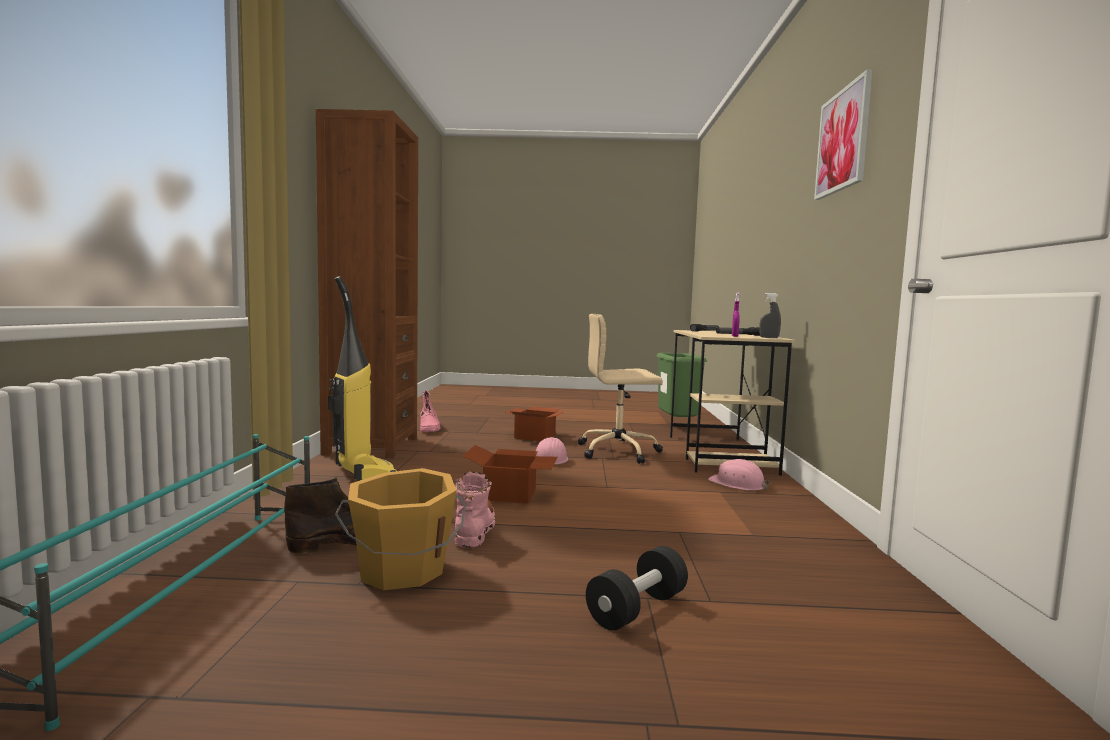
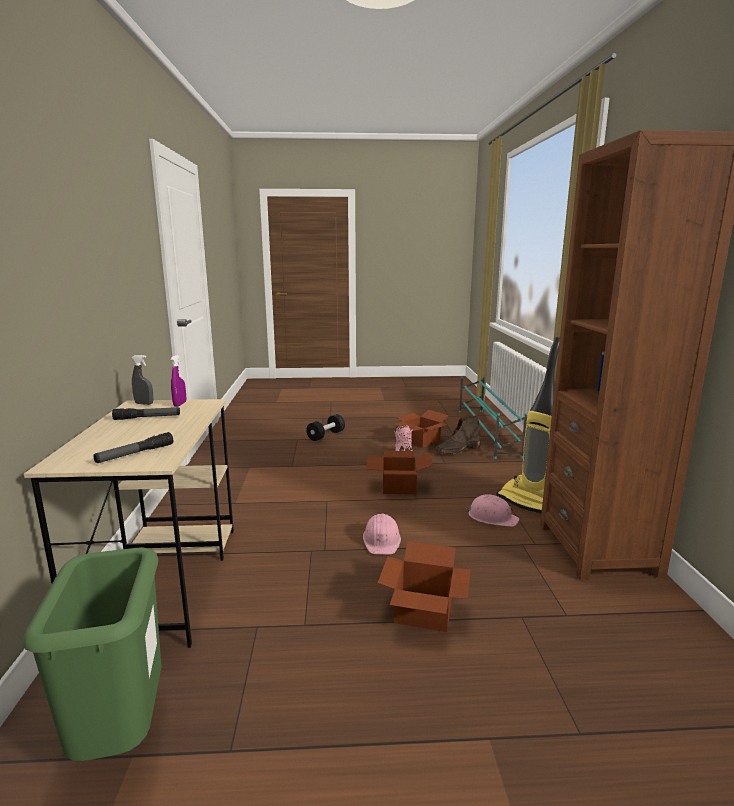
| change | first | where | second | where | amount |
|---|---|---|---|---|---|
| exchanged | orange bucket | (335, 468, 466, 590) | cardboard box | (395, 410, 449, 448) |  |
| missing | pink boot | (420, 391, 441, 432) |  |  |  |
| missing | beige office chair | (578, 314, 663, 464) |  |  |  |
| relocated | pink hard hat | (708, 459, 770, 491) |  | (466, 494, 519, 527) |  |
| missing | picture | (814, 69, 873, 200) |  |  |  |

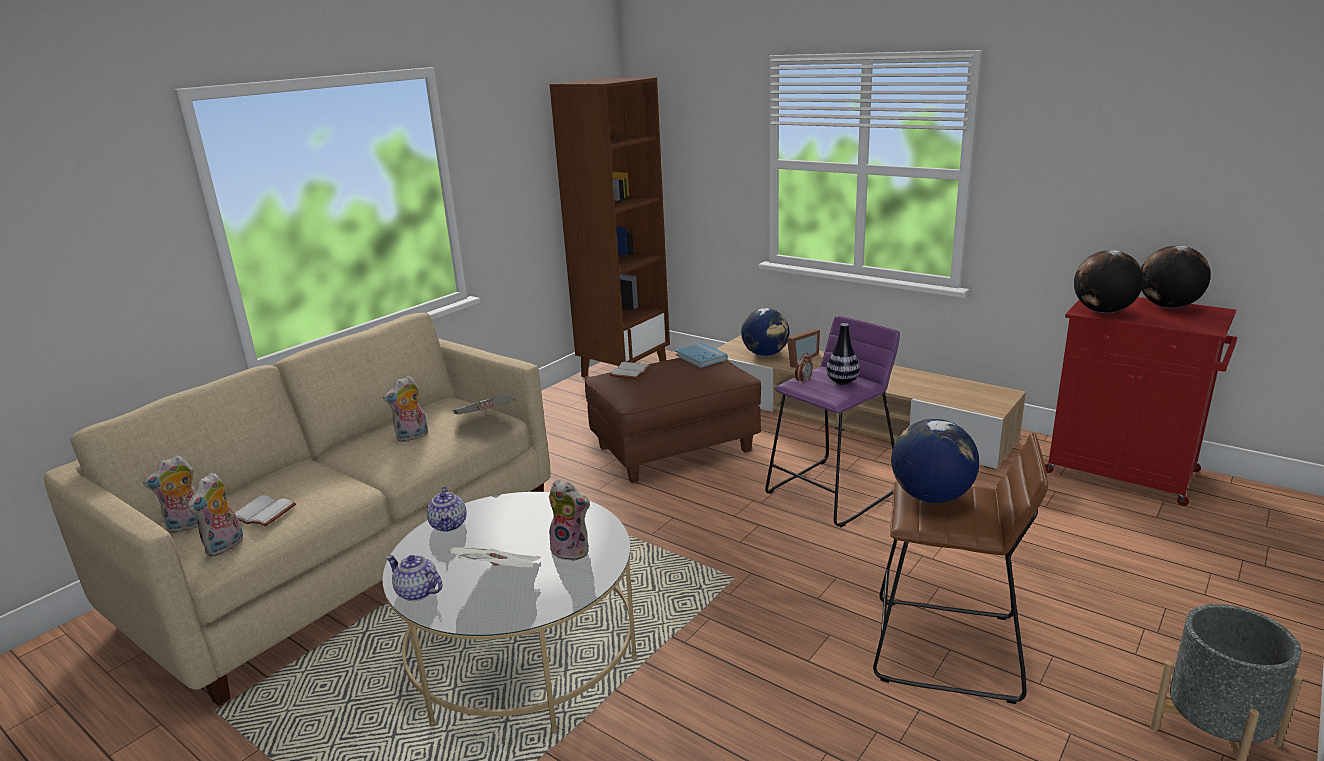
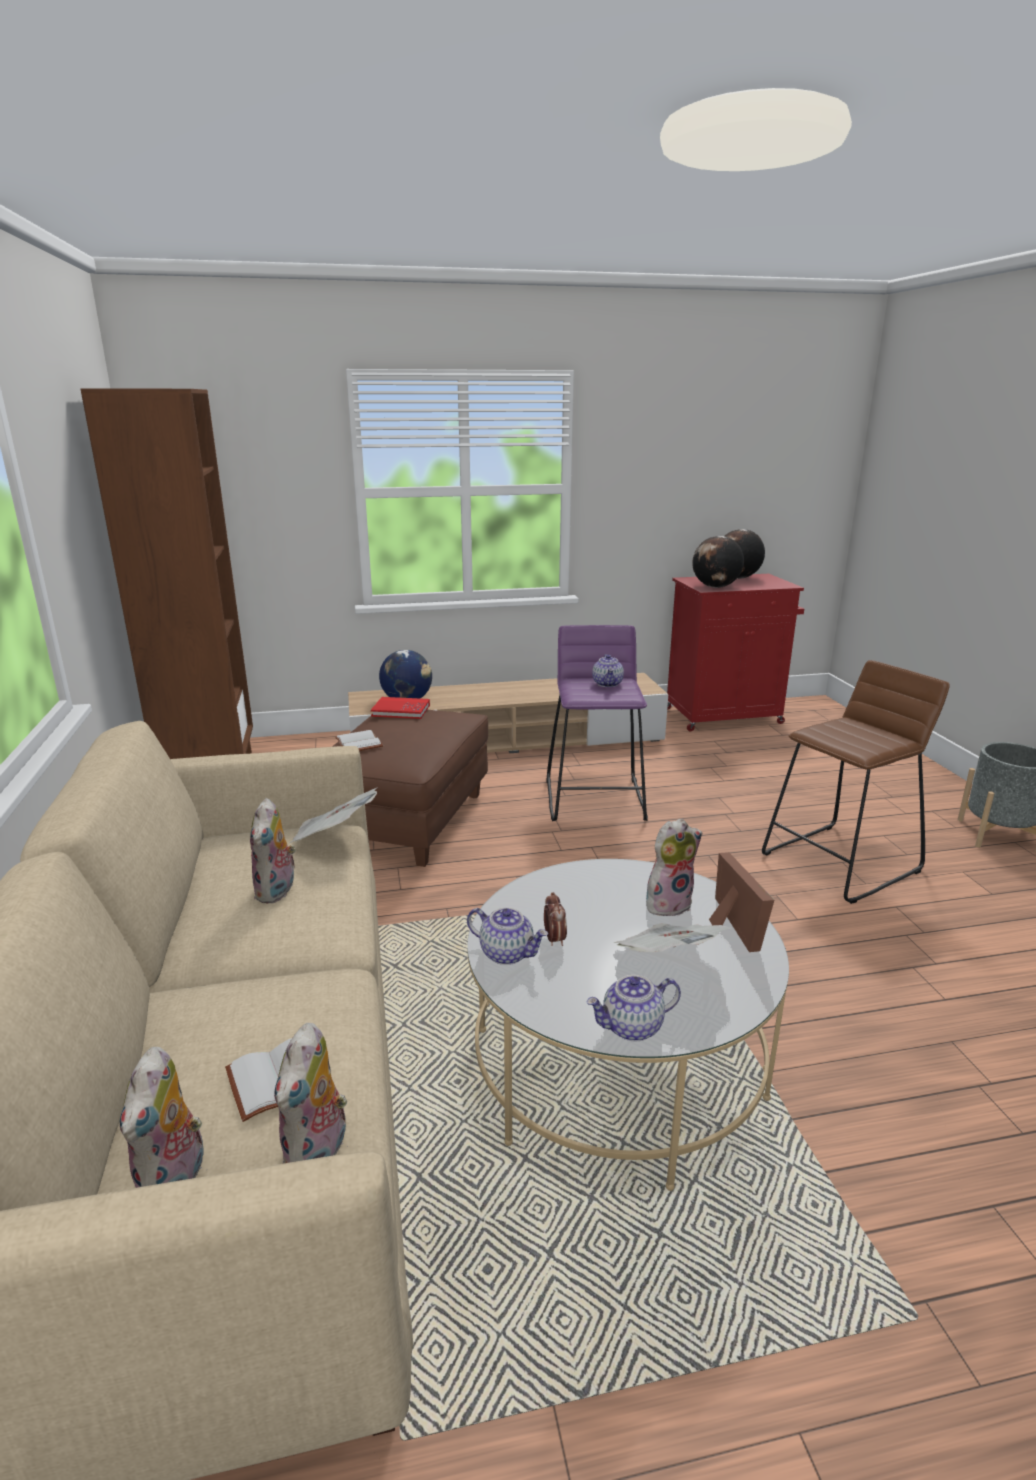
| change | first | where | second | where | amount |
|---|---|---|---|---|---|
| spun | plush toy | (188, 473, 243, 556) |  | (274, 1023, 348, 1164) | 45 degrees clockwise |
| colour | blue book | (675, 343, 728, 368) | red book | (371, 697, 430, 719) |  |
| relocated | picture frame | (787, 329, 820, 368) |  | (709, 852, 774, 952) |  |
| relocated | alarm clock | (795, 352, 813, 383) |  | (544, 892, 567, 946) |  |
| exchanged | vase | (826, 323, 860, 385) | teapot | (592, 654, 624, 687) |  |
| missing | globe | (891, 419, 979, 503) |  |  |  |

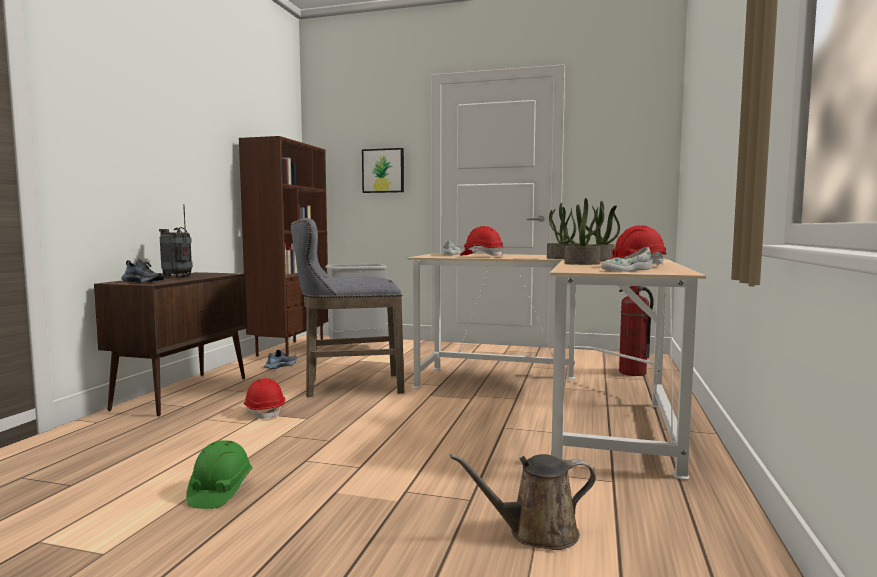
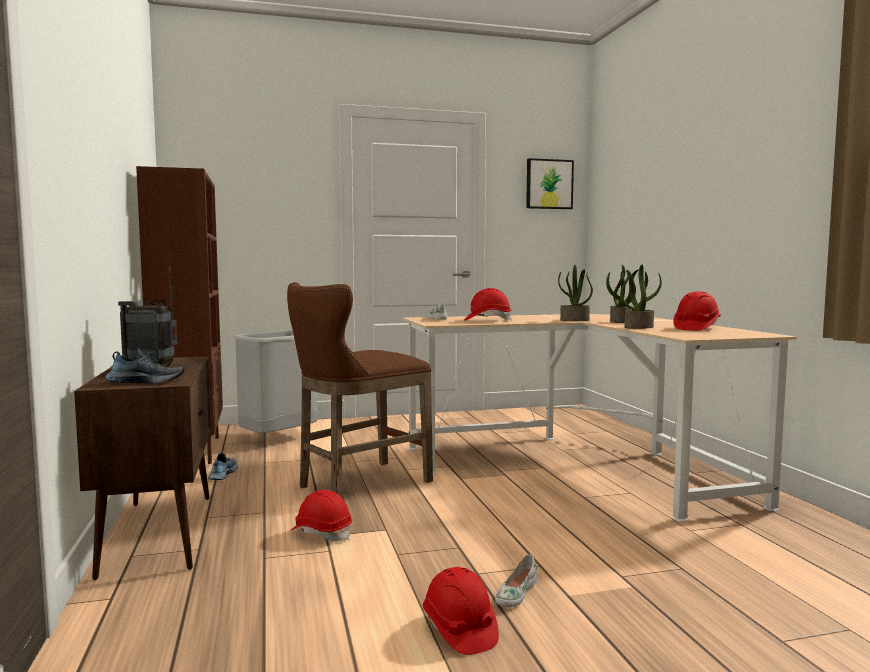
| change | first | where | second | where | amount |
|---|---|---|---|---|---|
| colour | green hard hat | (186, 440, 252, 509) | red hard hat | (423, 567, 499, 655) |  |
| colour | grey stool | (291, 218, 404, 397) | brown stool | (287, 282, 433, 496) |  |
| relocated | picture | (362, 148, 404, 193) |  | (526, 158, 574, 209) |  |
| missing | brown watering can | (450, 454, 596, 550) |  |  |  |
| relocated | white shoe | (601, 247, 652, 272) |  | (495, 554, 538, 608) |  |
| missing | fire extinguisher | (619, 286, 654, 376) |  |  |  |

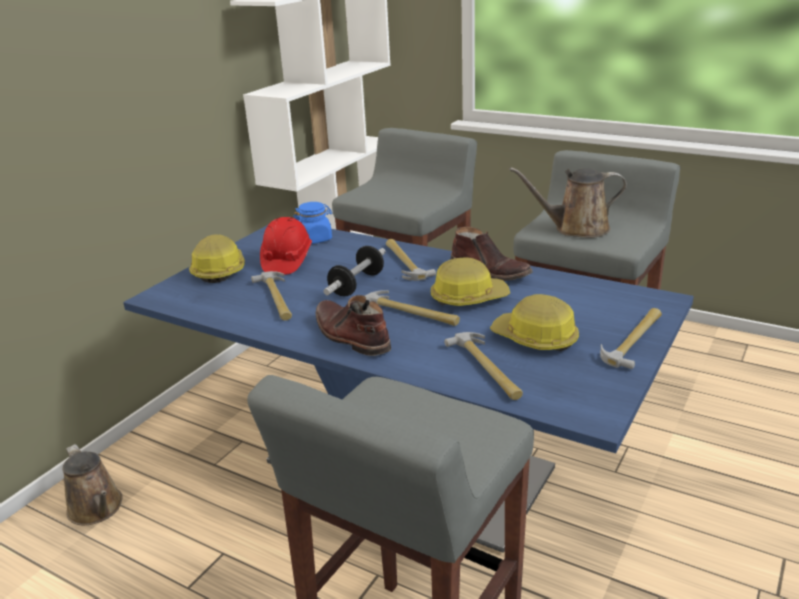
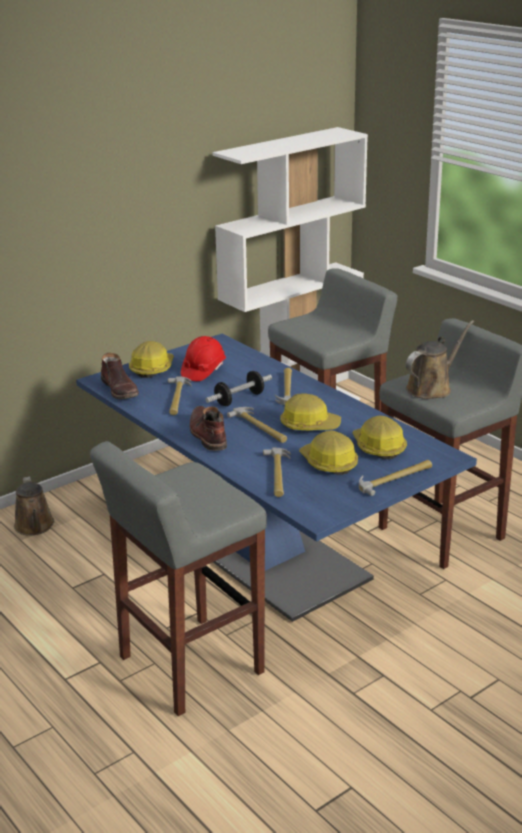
| change | first | where | second | where | amount |
|---|---|---|---|---|---|
| missing | blue jar | (293, 202, 332, 244) |  |  |  |
| relocated | brown boot | (450, 227, 533, 281) |  | (101, 353, 139, 399) |  |
| spun | brown watering can | (509, 167, 627, 238) |  | (406, 320, 474, 399) | 120 degrees clockwise |
| appeared |  |  | hard hat | (352, 416, 407, 459) |  |

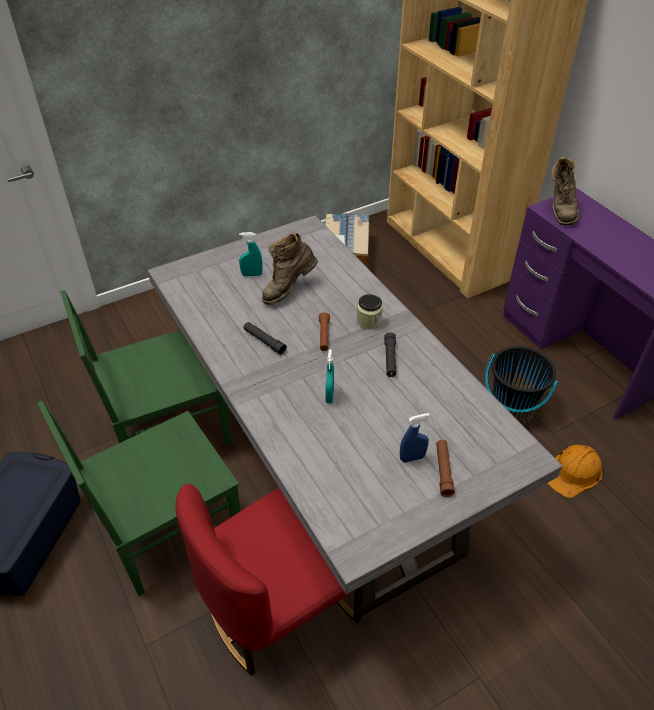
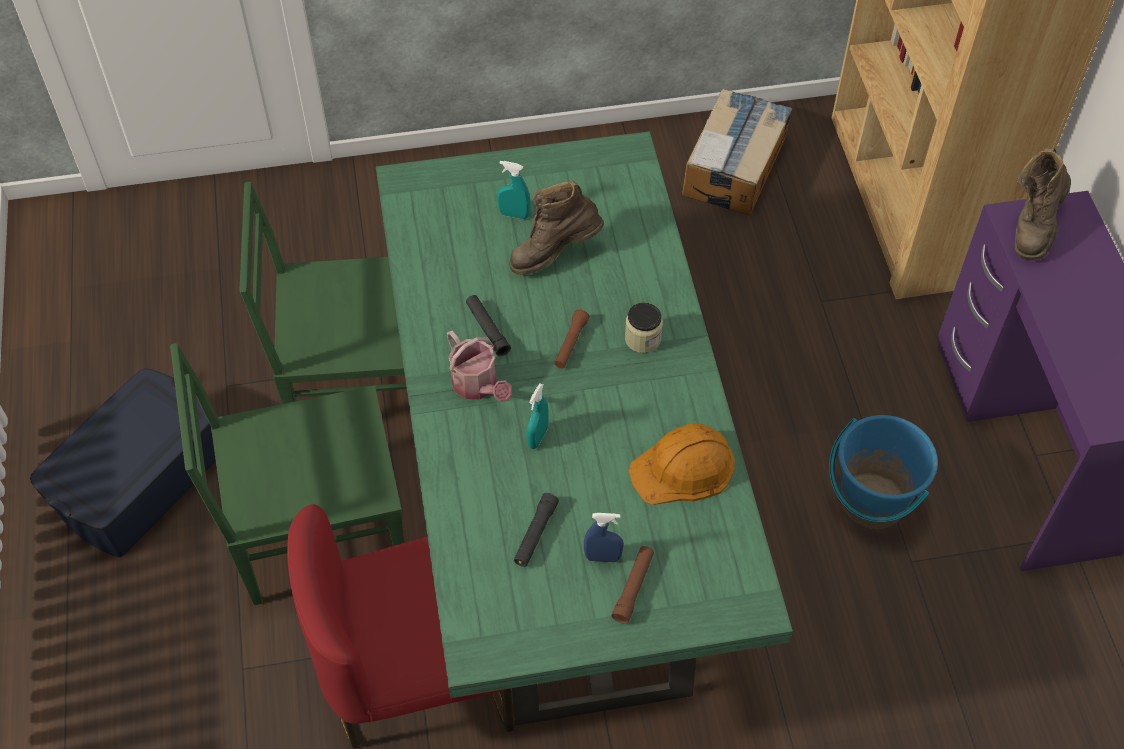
| change | first | where | second | where | amount |
|---|---|---|---|---|---|
| colour | grey dining table | (147, 215, 562, 616) | green dining table | (376, 131, 793, 726) |  |
| relocated | black flashlight | (384, 332, 396, 377) |  | (514, 493, 559, 567) |  |
| colour | black bucket | (485, 346, 558, 421) | blue bucket | (829, 415, 938, 529) |  |
| relocated | orange hard hat | (547, 445, 603, 498) |  | (628, 423, 735, 505) |  |
| appeared |  |  | watering can | (447, 331, 512, 402) |  |

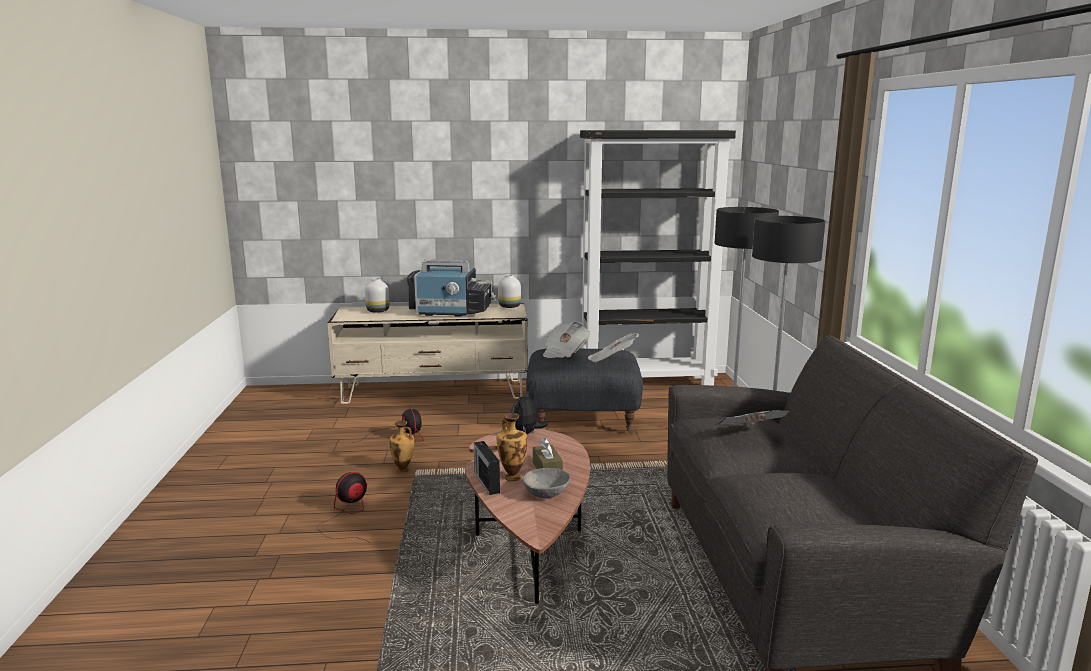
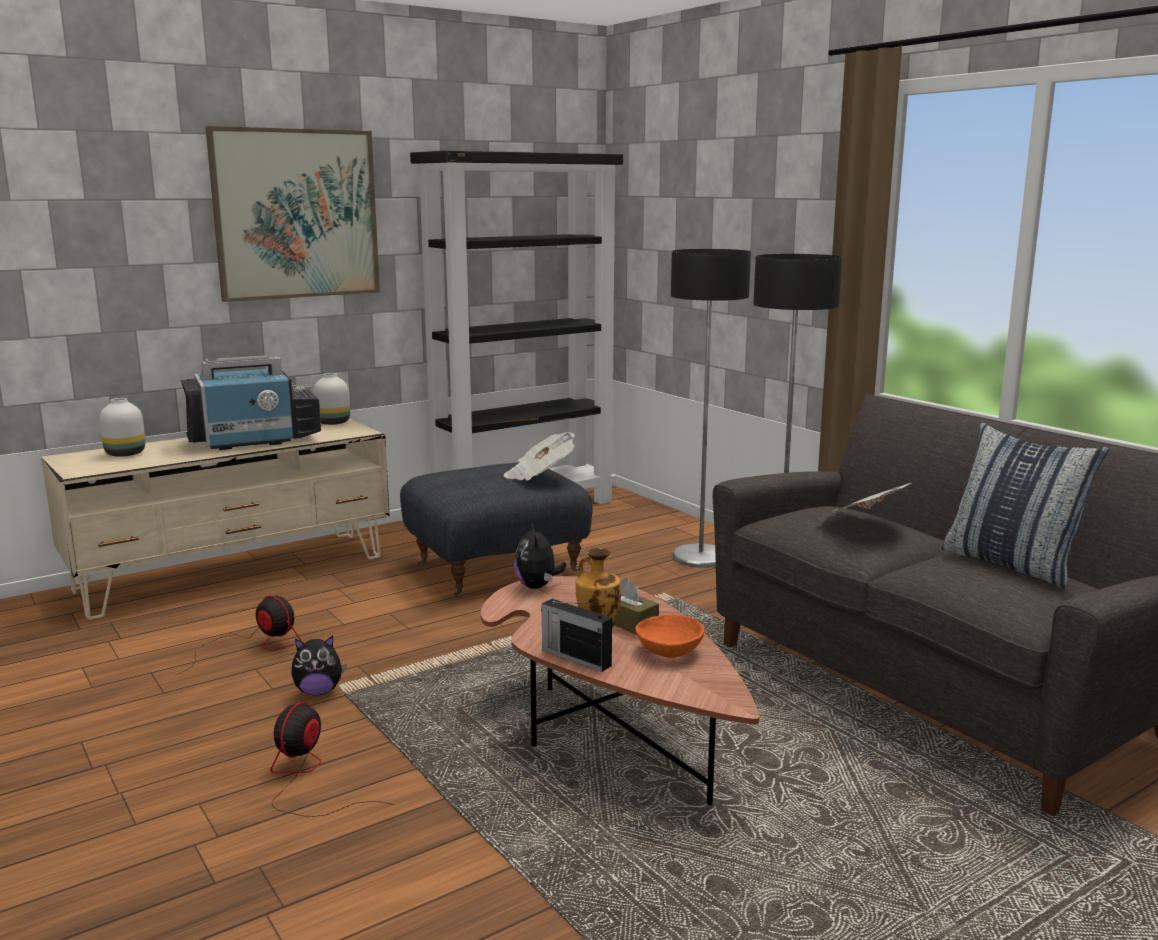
| change | first | where | second | where | amount |
|---|---|---|---|---|---|
| exchanged | vase | (390, 420, 414, 474) | plush toy | (291, 636, 347, 696) |  |
| colour | grey bowl | (523, 468, 570, 498) | orange bowl | (635, 614, 705, 658) |  |
| missing | newspaper | (543, 321, 590, 358) |  |  |  |
| appeared |  |  | picture | (205, 126, 380, 302) |  |
| appeared |  |  | pillow | (941, 422, 1110, 588) |  |

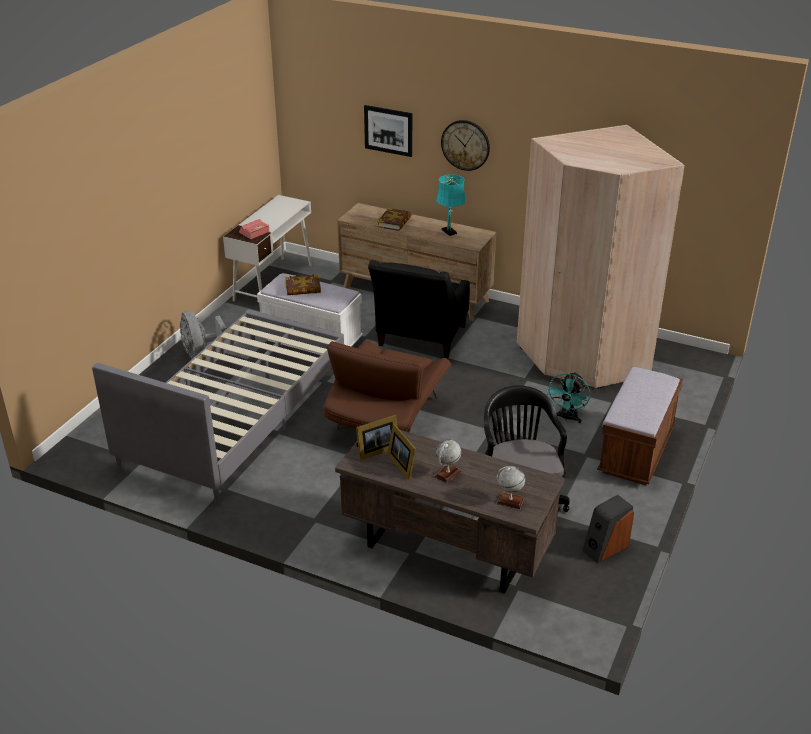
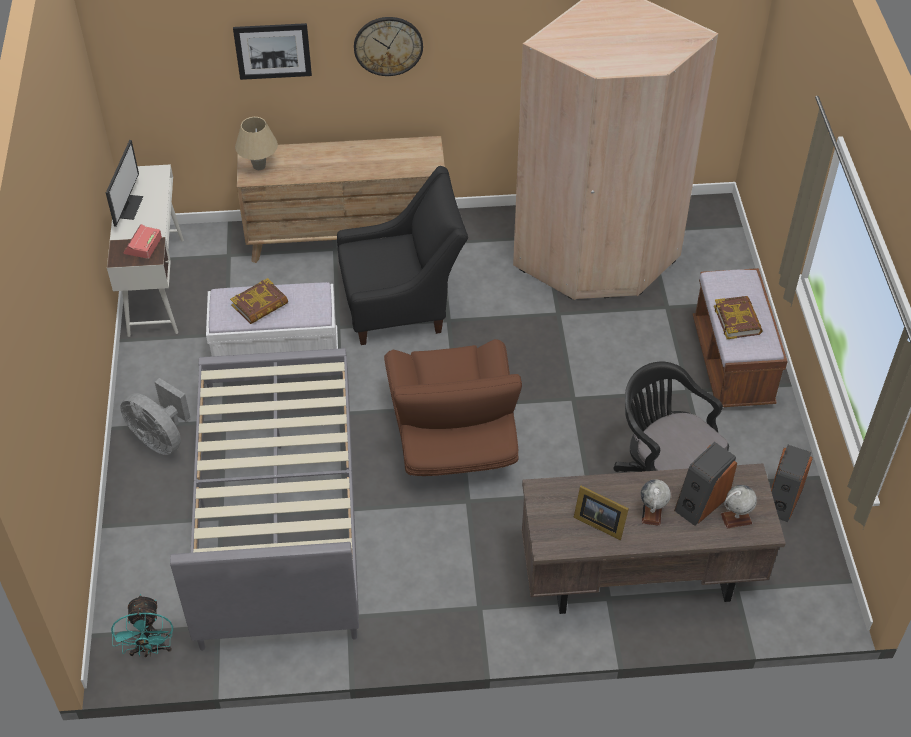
| change | first | where | second | where | amount |
|---|---|---|---|---|---|
| missing | picture frame | (356, 414, 397, 460) |  |  |  |
| spun | black armchair | (368, 260, 470, 358) |  | (337, 166, 468, 345) | 90 degrees counterclockwise |
| relocated | book | (377, 208, 412, 231) |  | (714, 296, 763, 339) |  |
| missing | turquoise table lamp | (436, 174, 466, 236) |  |  |  |
| relocated | turquoise fan | (546, 372, 590, 423) |  | (111, 594, 173, 657) |  |
| appeared |  |  | monitor | (106, 140, 143, 227) |  |
| appeared |  |  | beige table lamp | (235, 117, 278, 170) |  |
| appeared |  |  | speaker | (674, 442, 737, 526) |  |

